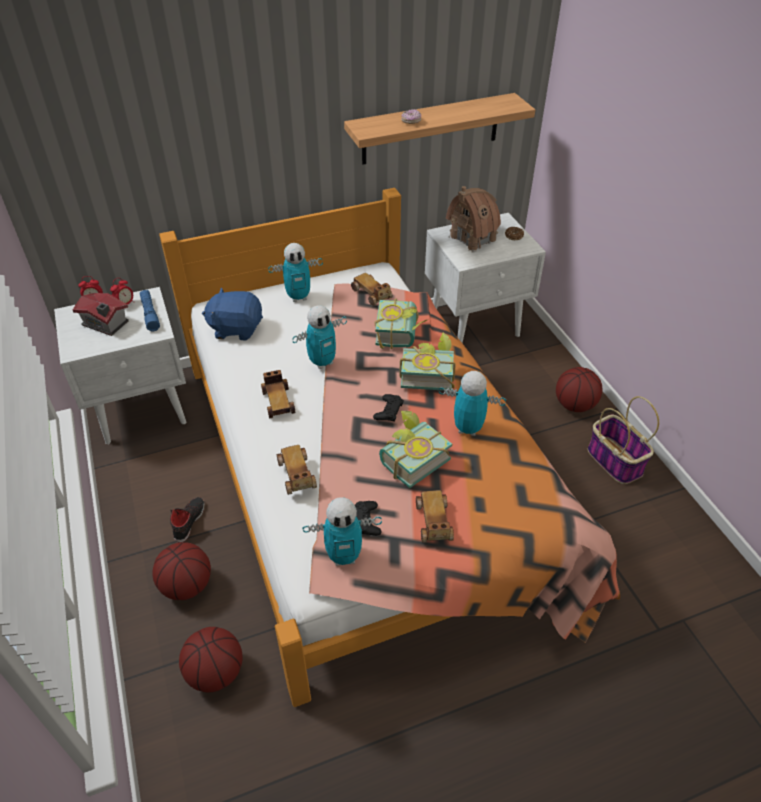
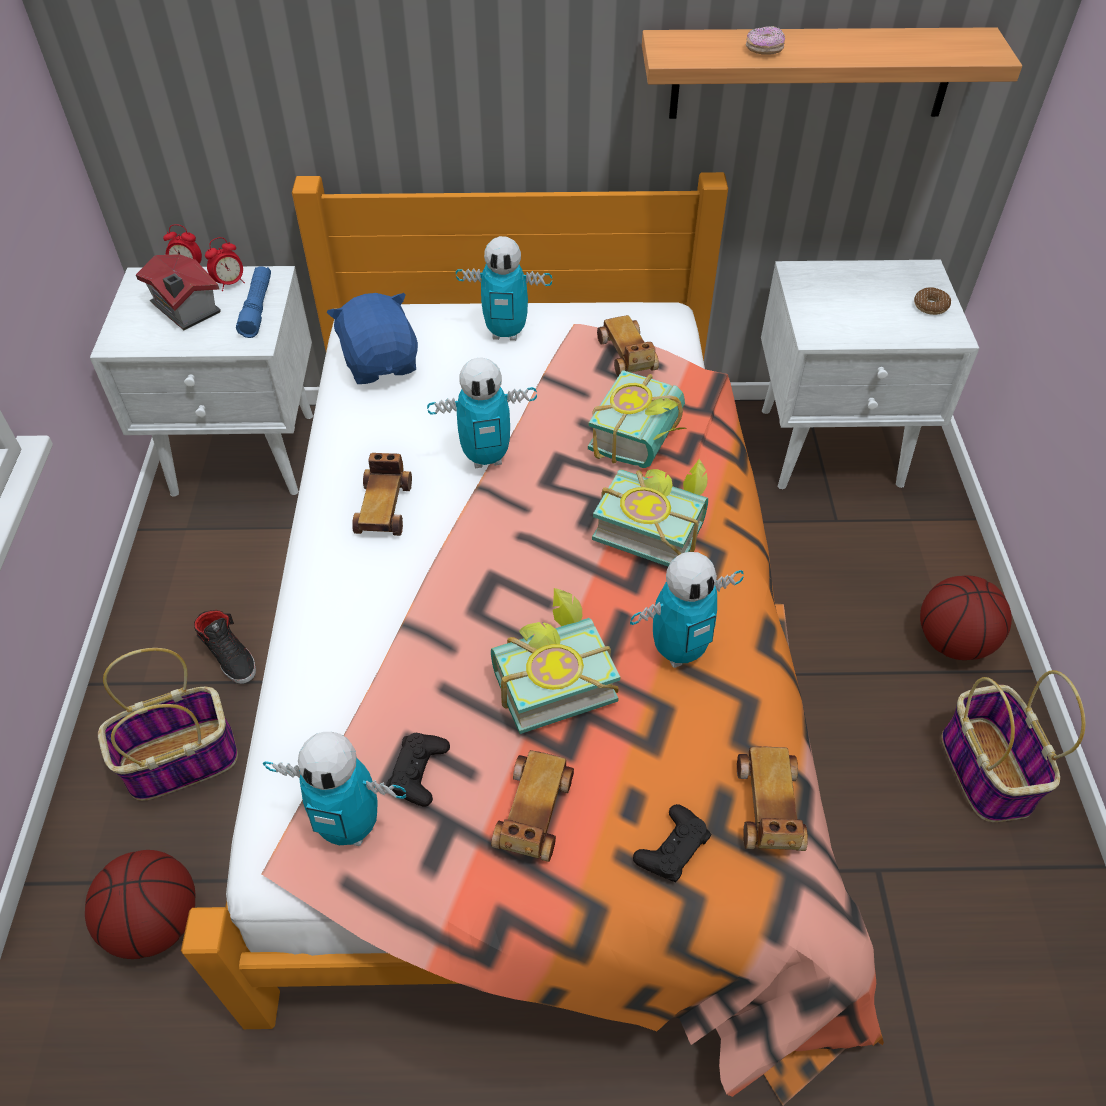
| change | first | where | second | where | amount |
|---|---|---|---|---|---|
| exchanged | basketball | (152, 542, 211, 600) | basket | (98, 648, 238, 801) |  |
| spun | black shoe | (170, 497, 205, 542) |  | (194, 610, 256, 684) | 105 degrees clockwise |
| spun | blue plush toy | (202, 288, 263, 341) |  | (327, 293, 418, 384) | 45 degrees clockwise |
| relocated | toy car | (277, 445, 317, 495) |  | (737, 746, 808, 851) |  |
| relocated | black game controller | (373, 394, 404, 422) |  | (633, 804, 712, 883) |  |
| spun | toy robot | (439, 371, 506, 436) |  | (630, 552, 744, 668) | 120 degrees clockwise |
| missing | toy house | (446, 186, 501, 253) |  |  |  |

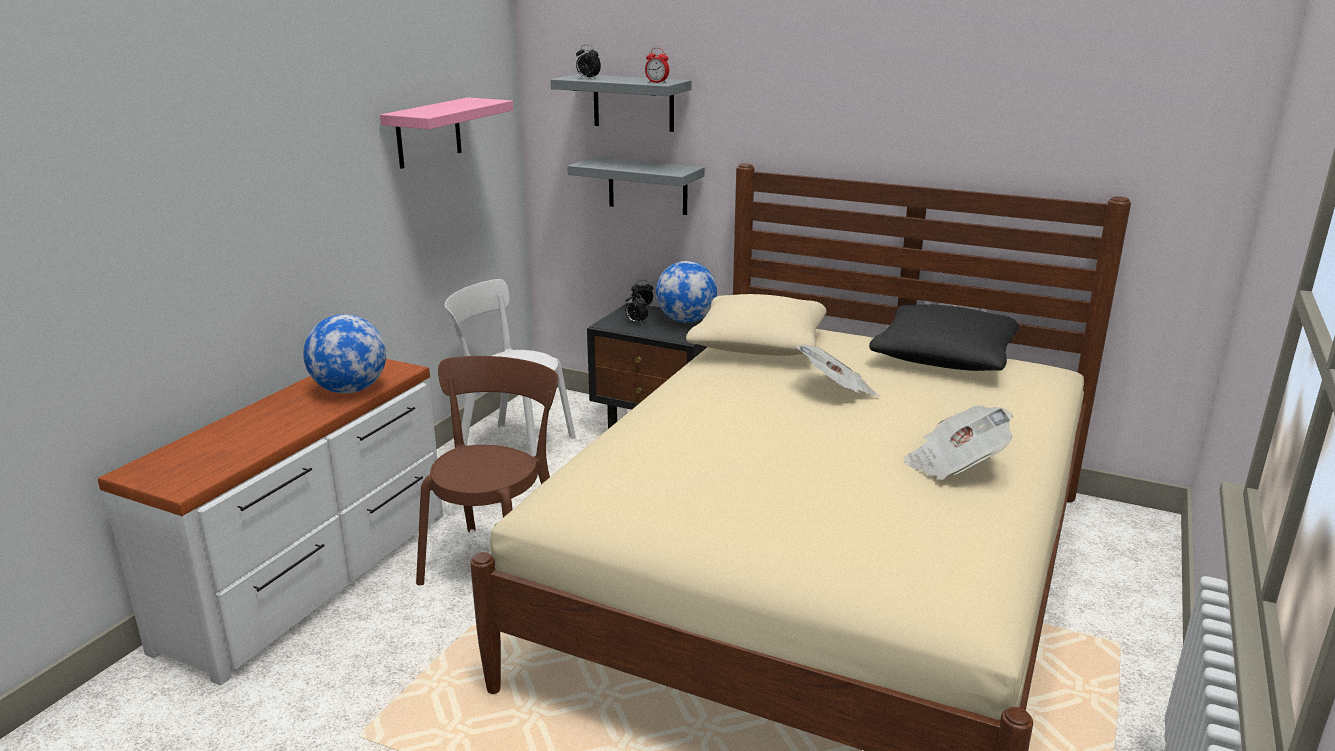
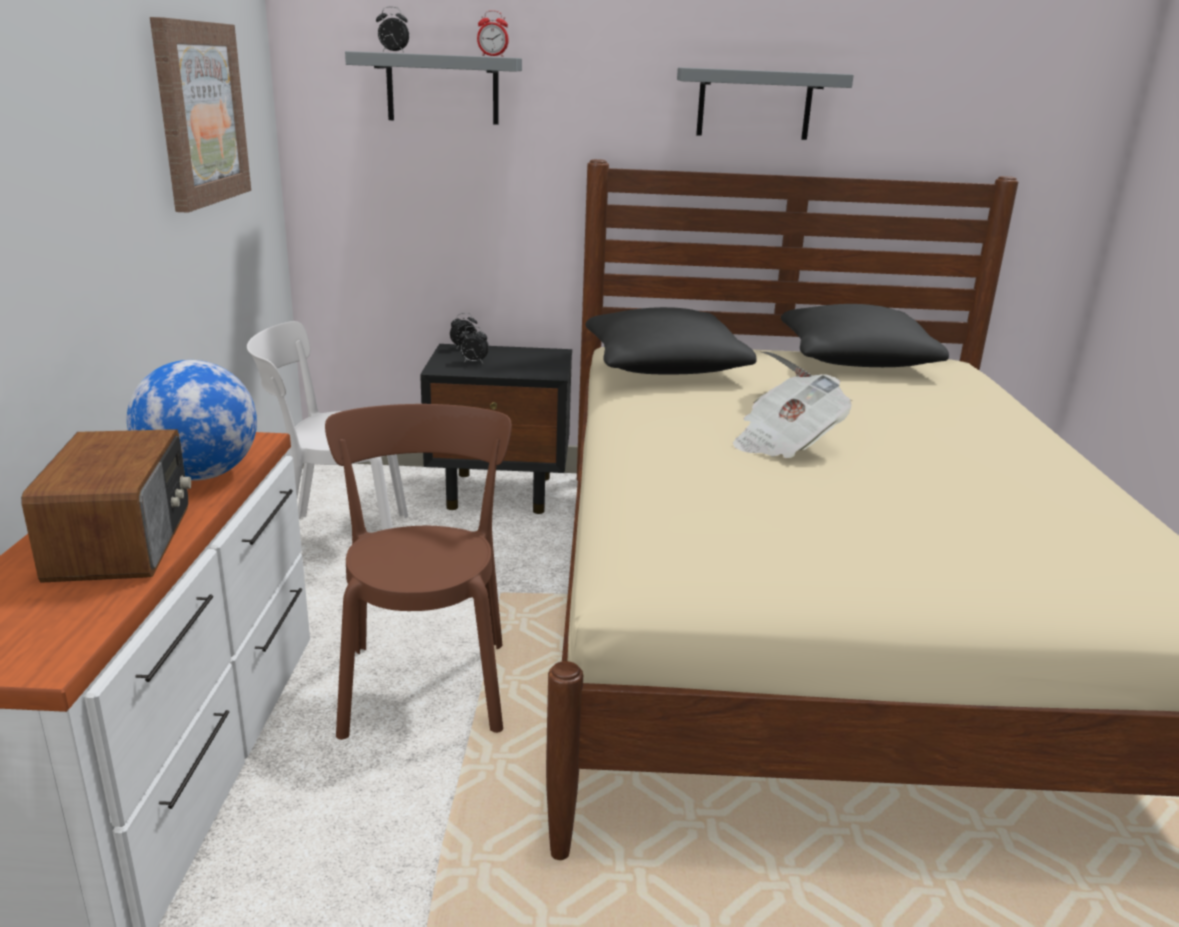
| change | first | where | second | where | amount |
|---|---|---|---|---|---|
| exchanged | pink shelf | (380, 97, 513, 169) | picture | (150, 17, 251, 213) |  |
| relocated | grey shelf | (567, 157, 705, 215) |  | (677, 67, 854, 140) |  |
| missing | globe | (656, 261, 717, 323) |  |  |  |
| colour | beige pillow | (686, 294, 827, 356) | black pillow | (586, 307, 756, 374) |  |
| relocated | newspaper | (904, 405, 1013, 480) |  | (733, 374, 852, 458) |  |
| appeared |  |  | radio | (21, 429, 191, 583) |  |

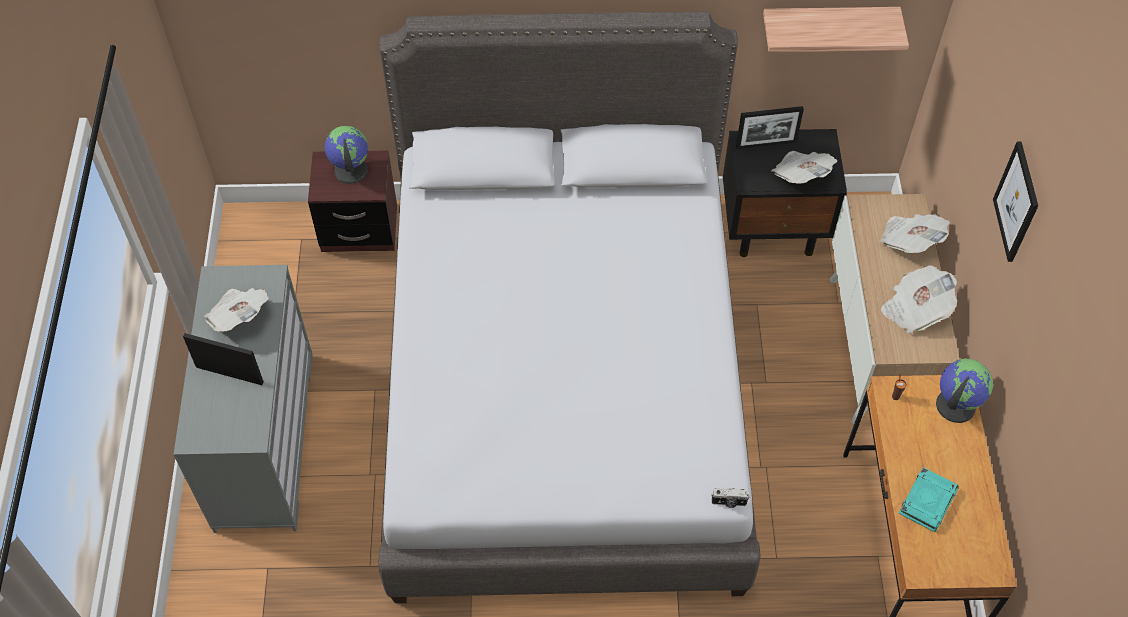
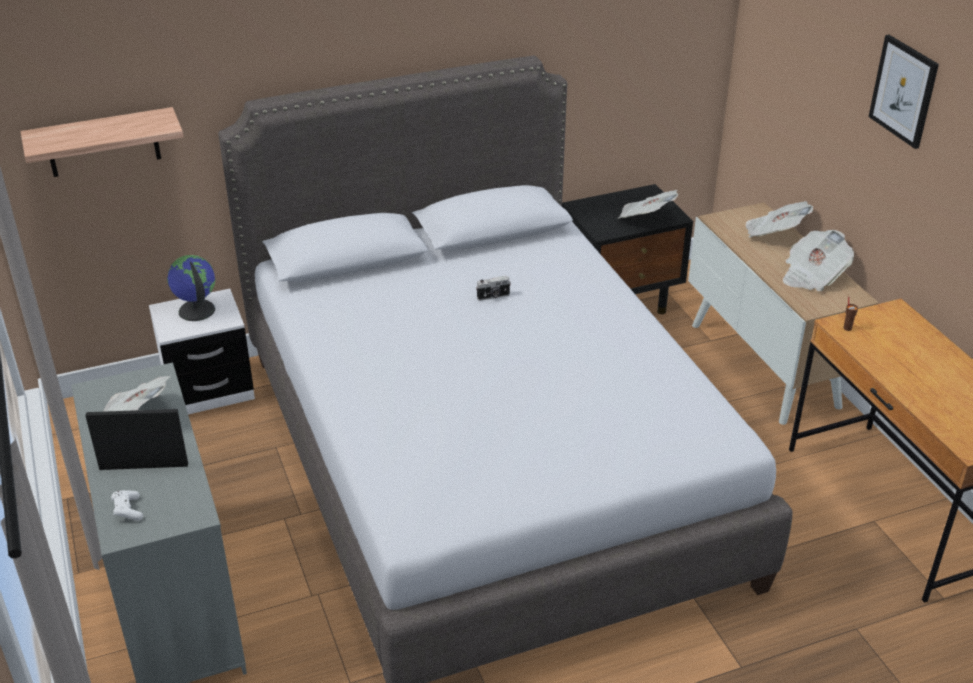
| change | first | where | second | where | amount |
|---|---|---|---|---|---|
| colour | brown nightstand | (308, 150, 397, 252) | white nightstand | (149, 289, 255, 414) |  |
| relocated | photo camera | (711, 488, 750, 508) |  | (476, 276, 511, 301) |  |
| missing | picture frame | (736, 106, 804, 149) |  |  |  |
| relocated | shelf | (763, 7, 909, 52) |  | (21, 107, 183, 177) |  |
| missing | turquoise book | (899, 467, 959, 532) |  |  |  |
| missing | globe | (936, 359, 993, 423) |  |  |  |
| appeared |  |  | white game controller | (111, 490, 143, 521) |  |

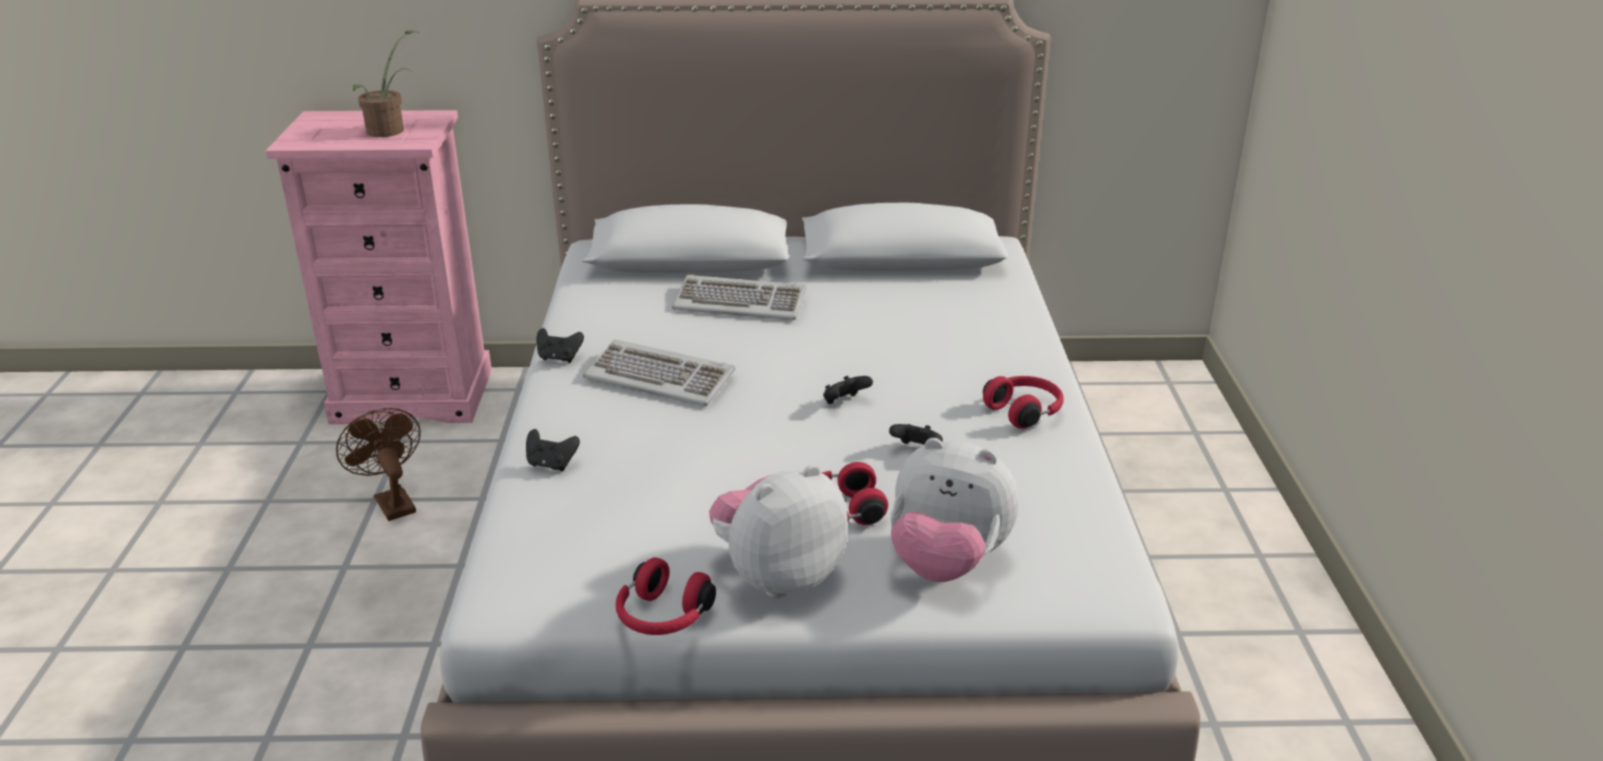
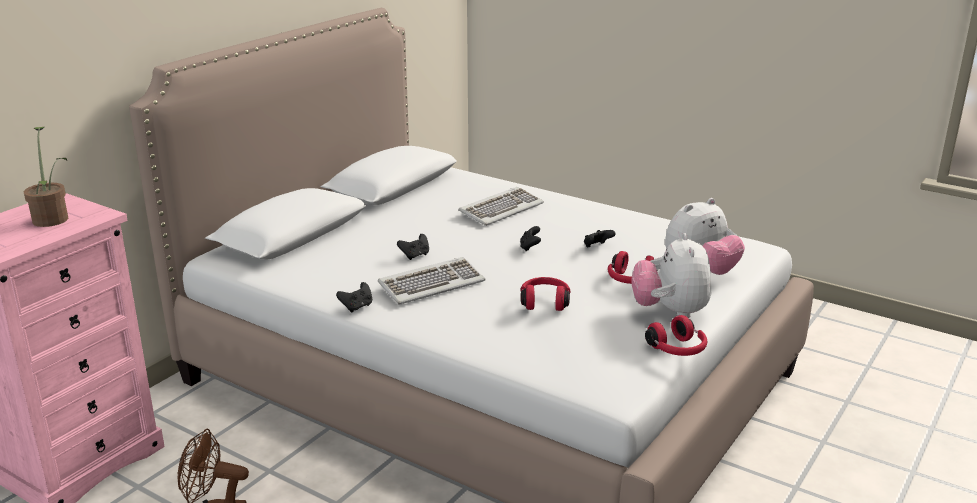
| change | first | where | second | where | amount |
|---|---|---|---|---|---|
| relocated | black game controller | (526, 429, 580, 471) |  | (397, 234, 429, 260) |  |
| relocated | keyboard | (672, 275, 806, 320) |  | (458, 187, 544, 226) |  |
| relocated | red headphones | (983, 376, 1064, 429) |  | (520, 277, 571, 311) |  |

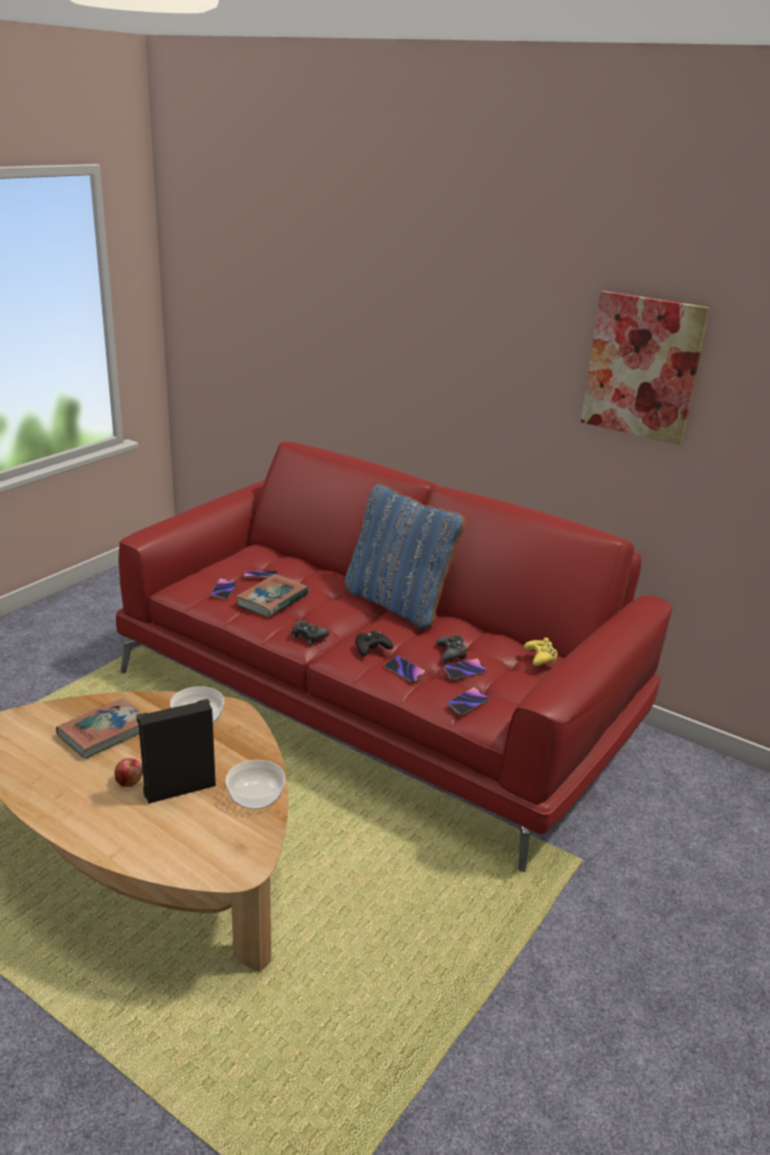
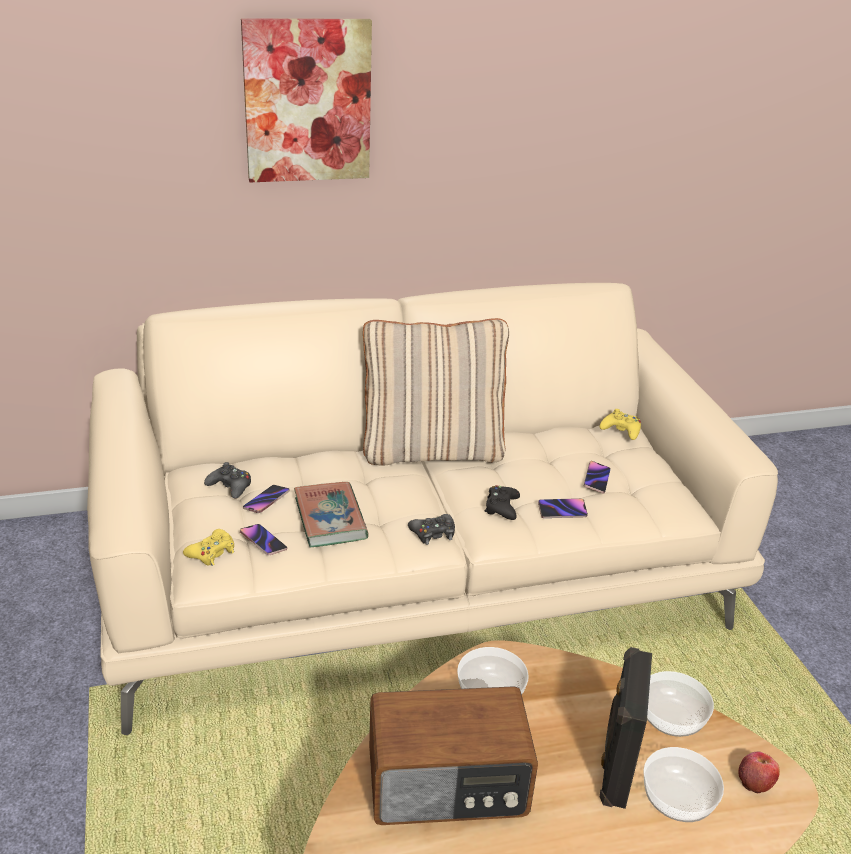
| change | first | where | second | where | amount |
|---|---|---|---|---|---|
| exchanged | book | (56, 698, 142, 759) | radio | (369, 686, 538, 825) |  |
| relocated | apple | (115, 758, 143, 787) |  | (738, 752, 780, 794) |  |
| colour | red sofa | (116, 441, 673, 872) | beige sofa | (87, 283, 778, 735) |  |
| colour | blue pillow | (345, 483, 465, 629) | beige pillow | (363, 318, 509, 466) |  |
| relocated | black game controller | (436, 634, 467, 662) |  | (204, 462, 251, 499) |  |
| missing | phone | (447, 687, 489, 716) |  |  |  |
| relocated | picture | (581, 291, 710, 445) |  | (241, 18, 372, 182) |  |
| appeared |  |  | yellow game controller | (183, 529, 234, 566) |  |
| appeared |  |  | bowl | (643, 747, 724, 822) |  |

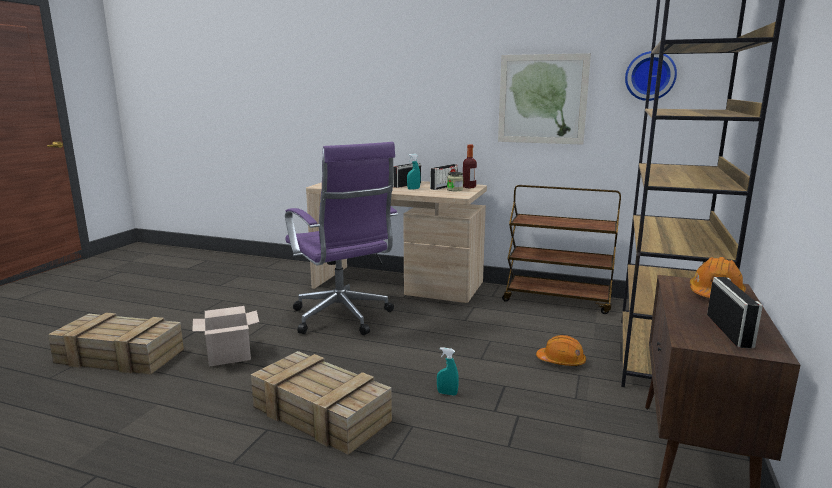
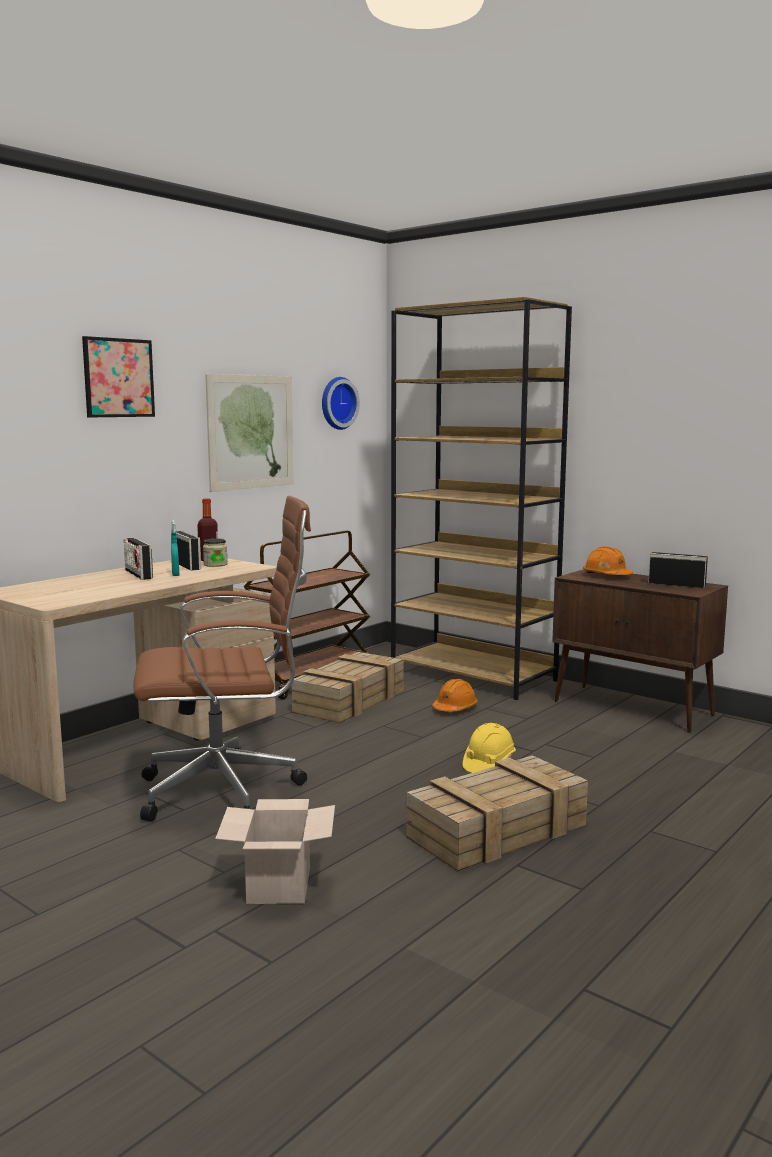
| change | first | where | second | where | amount |
|---|---|---|---|---|---|
| relocated | crate | (48, 312, 184, 375) |  | (292, 652, 404, 723) |  |
| colour | purple office chair | (285, 142, 398, 335) | brown office chair | (133, 496, 311, 822) |  |
| exchanged | turquoise spray bottle | (437, 347, 459, 396) | yellow hard hat | (463, 723, 516, 773) |  |
| appeared |  |  | picture | (82, 336, 155, 417) |  |

